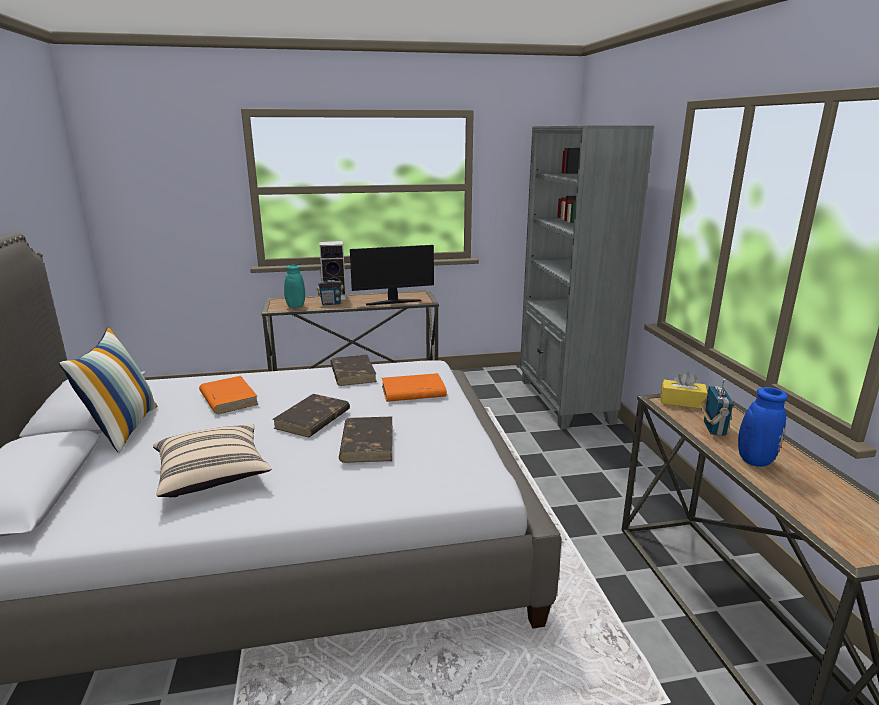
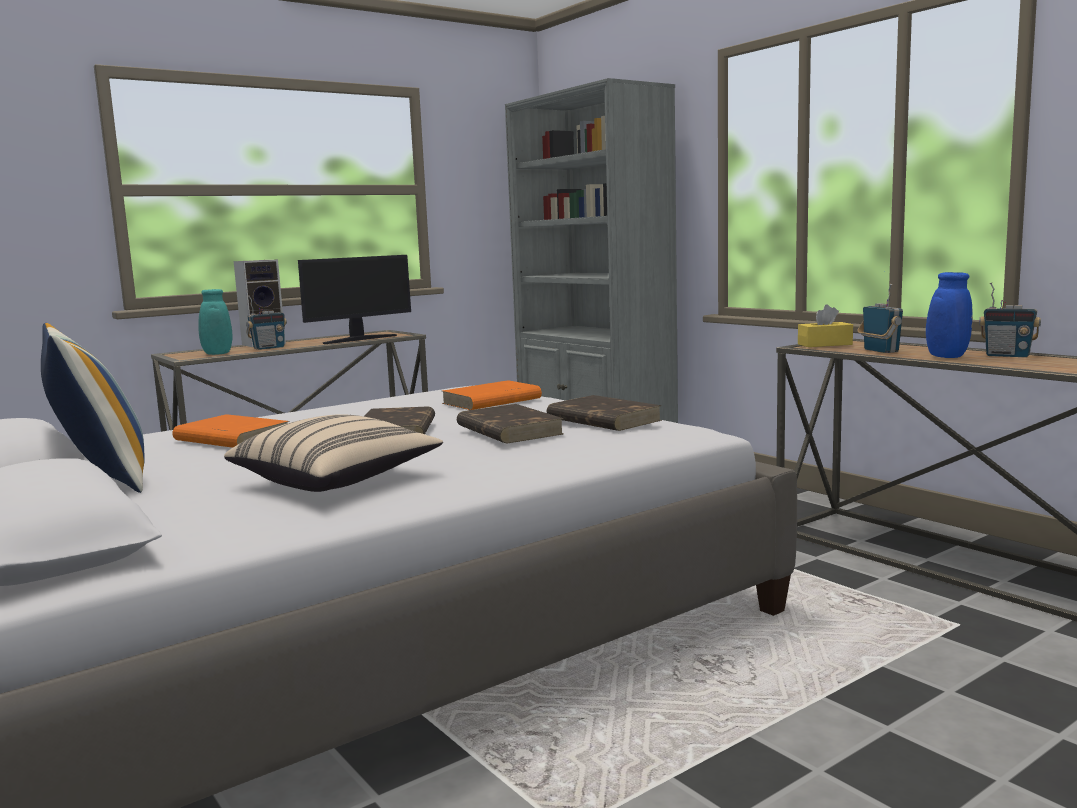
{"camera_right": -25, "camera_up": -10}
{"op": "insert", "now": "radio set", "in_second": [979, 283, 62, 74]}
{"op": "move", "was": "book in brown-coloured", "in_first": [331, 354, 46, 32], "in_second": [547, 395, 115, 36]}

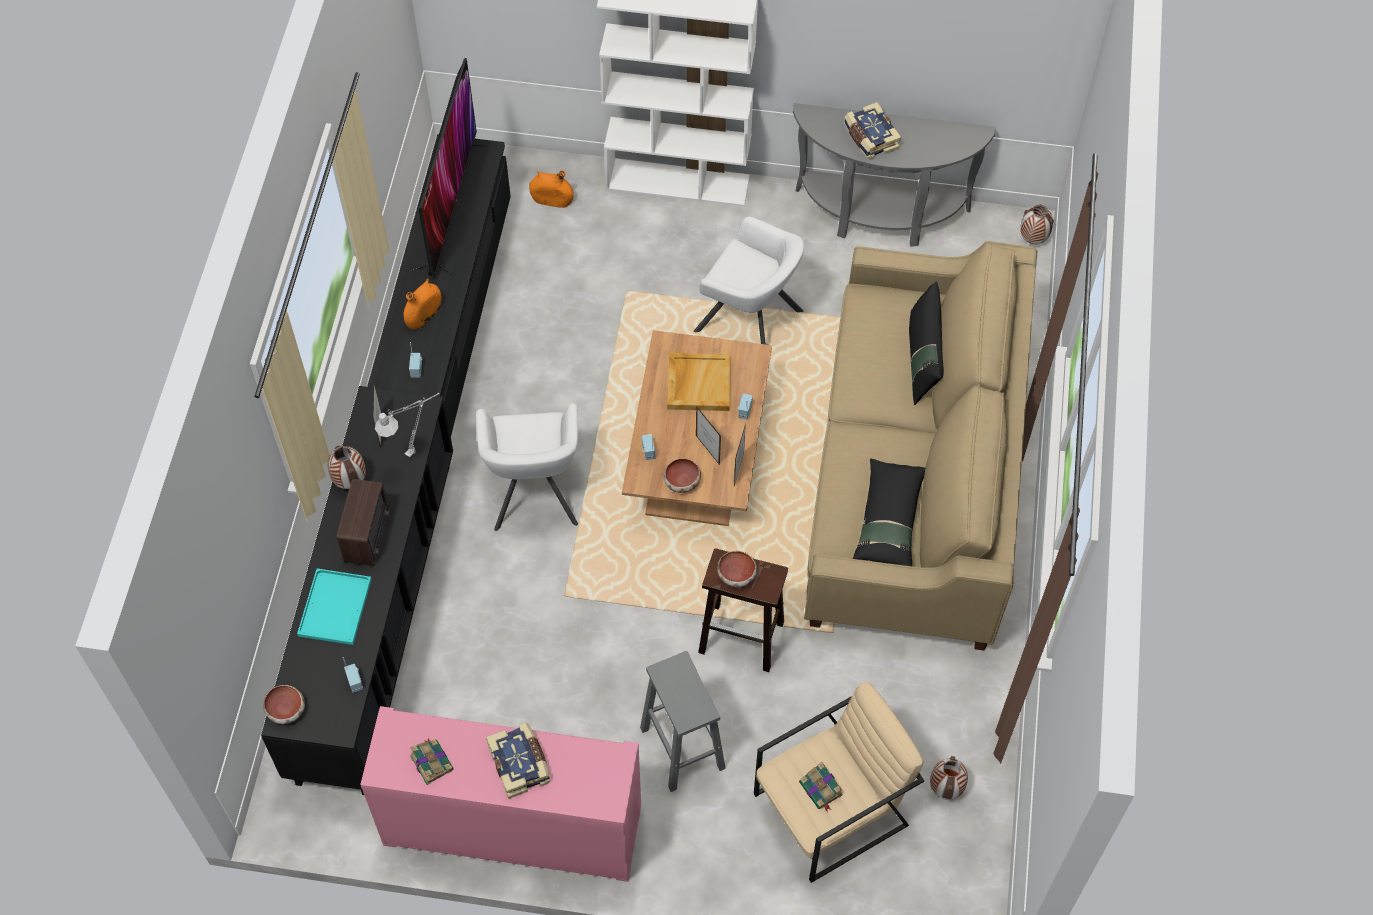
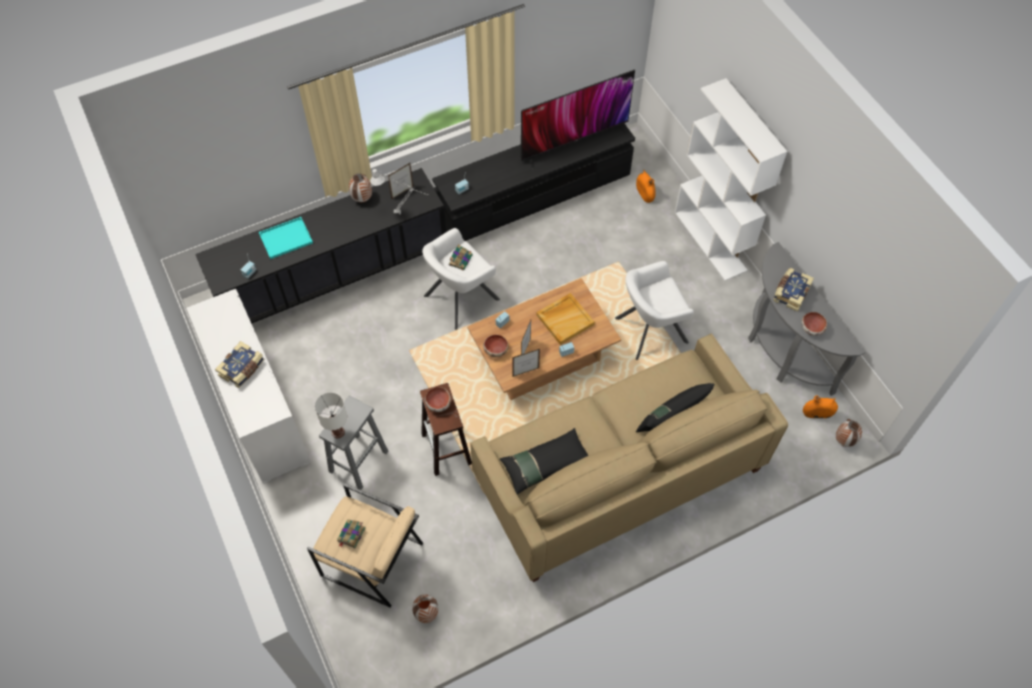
{"camera_right": 55, "camera_up": 0}
{"op": "delete", "was": "radio set", "in_first": [337, 479, 52, 87]}
{"op": "insert", "now": "table lamp in white-coloured", "in_second": [315, 392, 32, 46]}
{"op": "move", "was": "deep dish", "in_first": [263, 685, 42, 39], "in_second": [801, 312, 26, 24]}
{"op": "move", "was": "decorative vase in orange", "in_first": [403, 278, 39, 52], "in_second": [803, 395, 35, 23]}
{"op": "move", "was": "book", "in_first": [410, 738, 44, 47], "in_second": [449, 244, 24, 26]}
{"op": "recolor", "was": "cupboard in pink", "now": "cupboard in white-coloured", "in_first": [360, 706, 281, 176], "in_second": [186, 289, 125, 195]}
{"op": "rotate", "was": "lounge chair in white-coloured", "in_first": [694, 217, 110, 127], "in_second": [615, 261, 79, 99], "clockwise": 75}

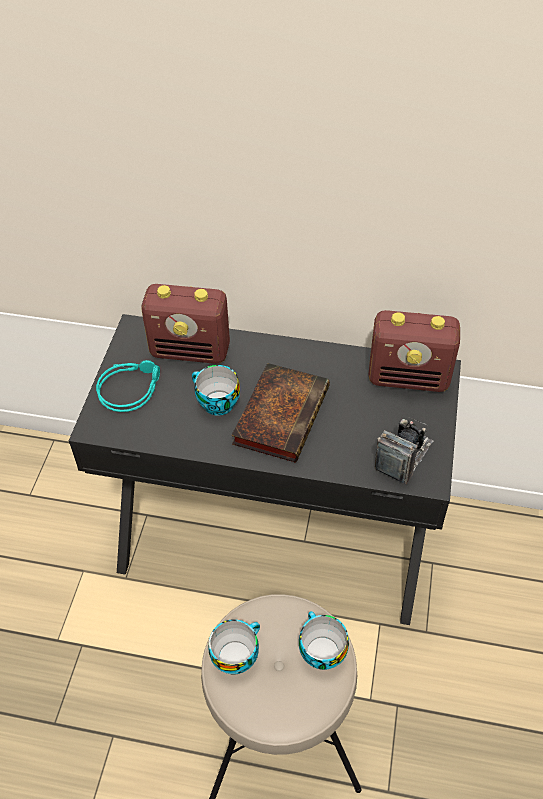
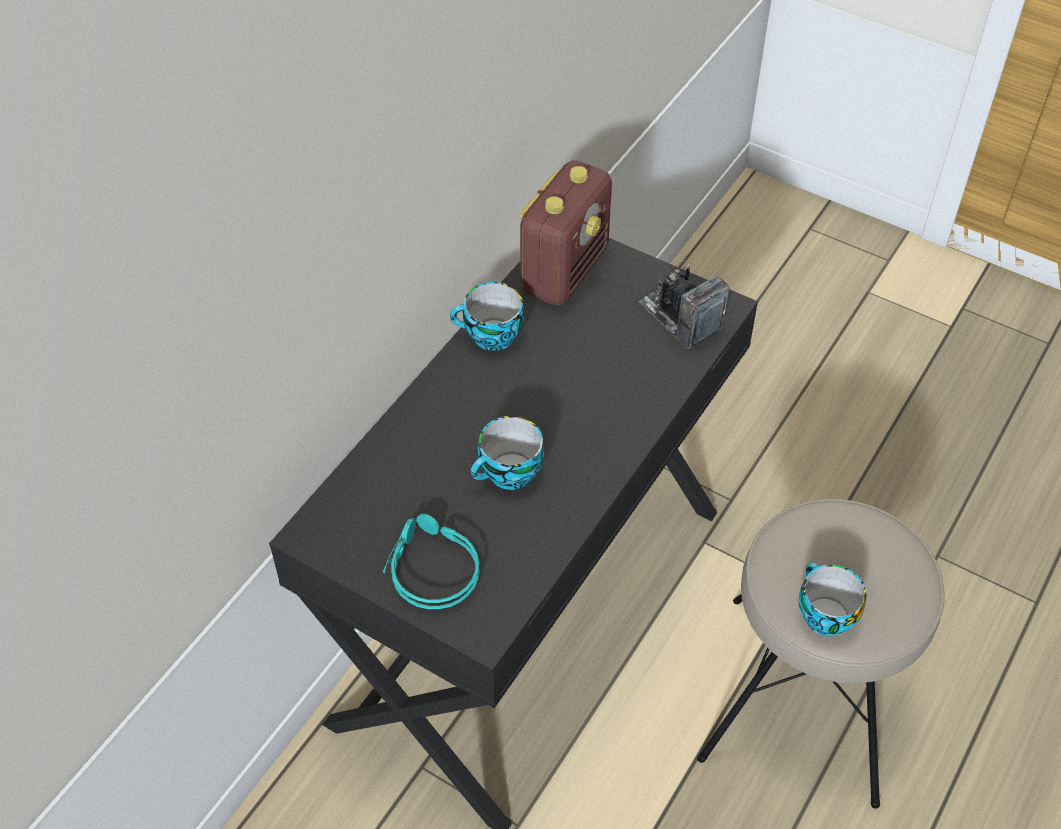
{"camera_right": -70, "camera_up": 0}
{"op": "delete", "was": "radio set", "in_first": [141, 284, 89, 80]}
{"op": "delete", "was": "book", "in_first": [232, 363, 98, 100]}
{"op": "move", "was": "cup", "in_first": [299, 611, 50, 59], "in_second": [450, 282, 74, 69]}

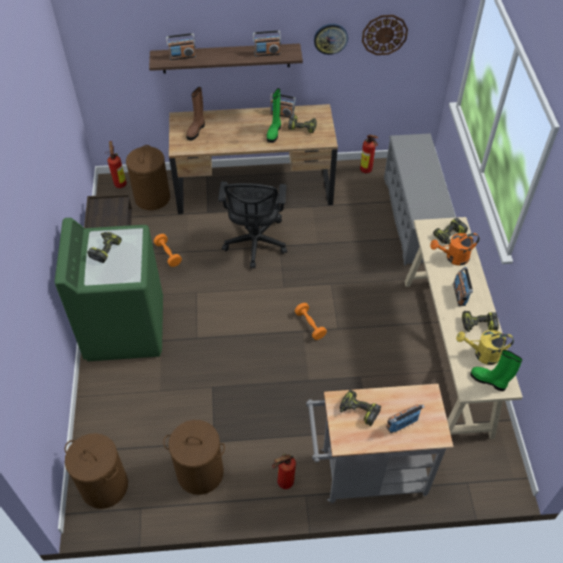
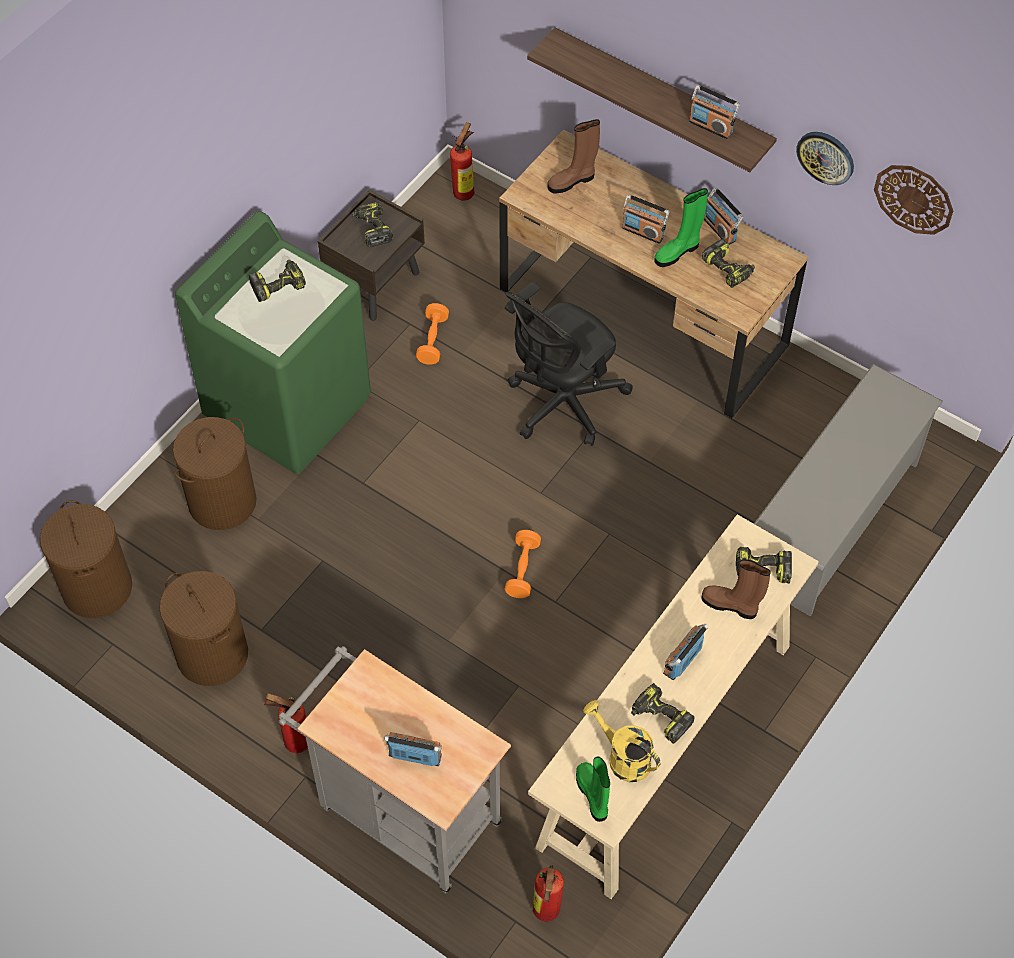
{"camera_right": 40, "camera_up": 5}
{"op": "move", "was": "washing basket in brown-coloured", "in_first": [126, 145, 44, 65], "in_second": [173, 417, 84, 113]}
{"op": "move", "was": "radio set", "in_first": [166, 33, 30, 27], "in_second": [622, 194, 47, 50]}
{"op": "move", "was": "electric drill", "in_first": [340, 390, 41, 36], "in_second": [352, 202, 41, 45]}
{"op": "move", "was": "extinguisher", "in_first": [360, 135, 18, 38], "in_second": [533, 865, 31, 56]}
{"op": "replace", "was": "watering pot in orange", "now": "high-top boot in brown-coloured", "in_first": [430, 233, 49, 33], "in_second": [702, 559, 69, 60]}

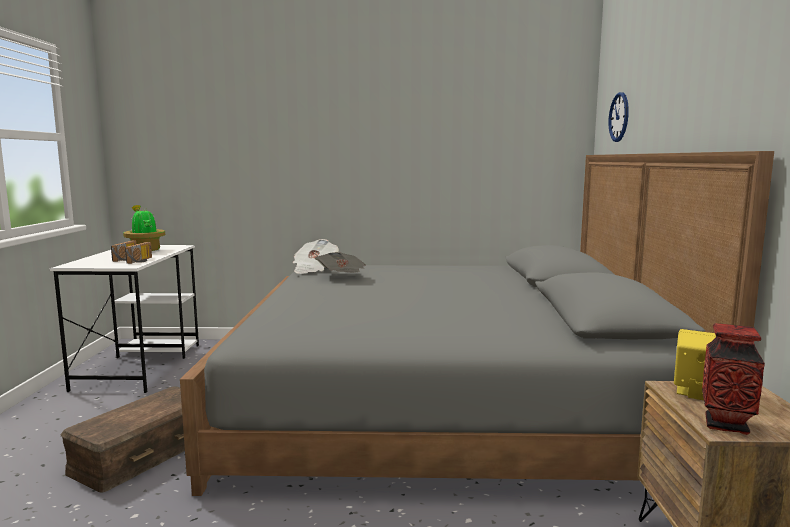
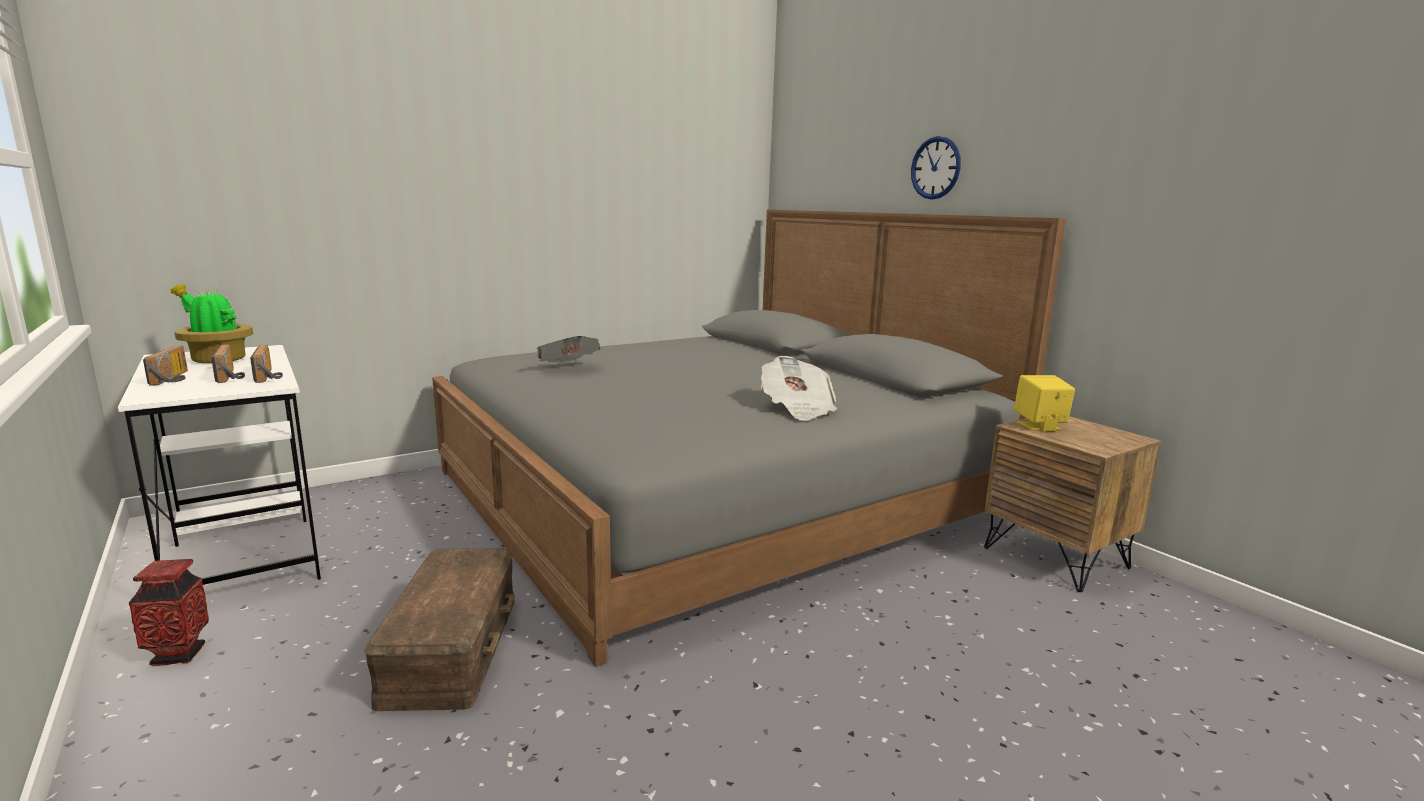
{"camera_right": -35, "camera_up": 5}
{"op": "insert", "now": "radio set", "in_second": [143, 346, 45, 40]}
{"op": "move", "was": "newspaper", "in_first": [293, 239, 46, 35], "in_second": [761, 356, 76, 65]}
{"op": "move", "was": "wall clock", "in_first": [609, 92, 20, 50], "in_second": [911, 136, 50, 63]}
{"op": "move", "was": "decorative vase", "in_first": [702, 323, 63, 112], "in_second": [129, 559, 80, 107]}

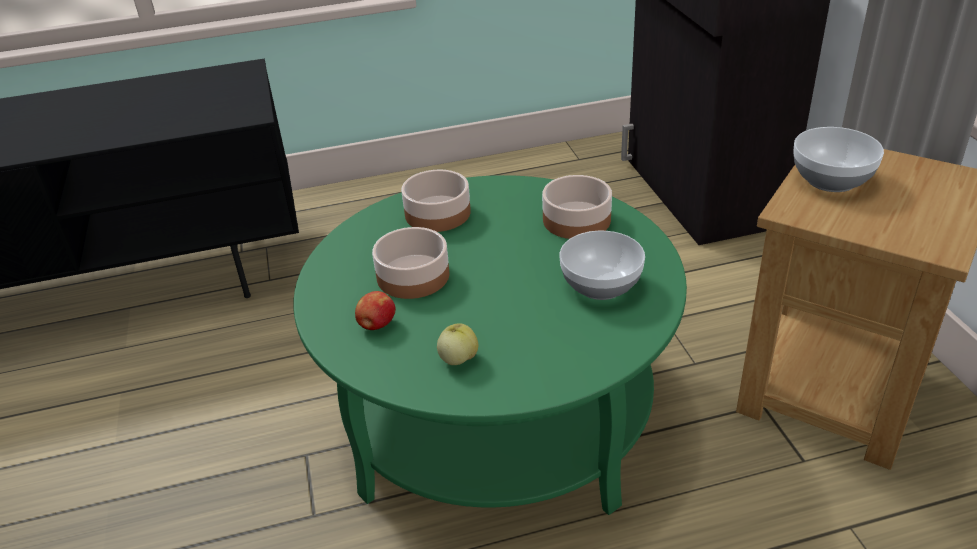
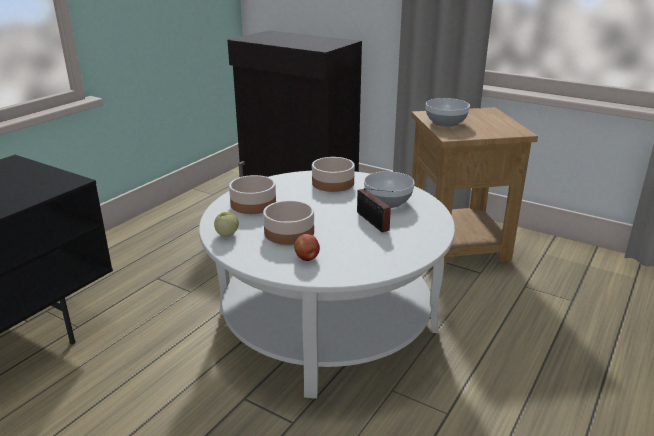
{"camera_right": -45, "camera_up": -10}
{"op": "insert", "now": "radio set", "in_second": [357, 188, 37, 44]}
{"op": "move", "was": "apple fruit", "in_first": [437, 323, 41, 42], "in_second": [214, 212, 25, 25]}
{"op": "recolor", "was": "low table in greenish", "now": "low table in white-coloured", "in_first": [293, 175, 394, 340], "in_second": [199, 170, 256, 229]}

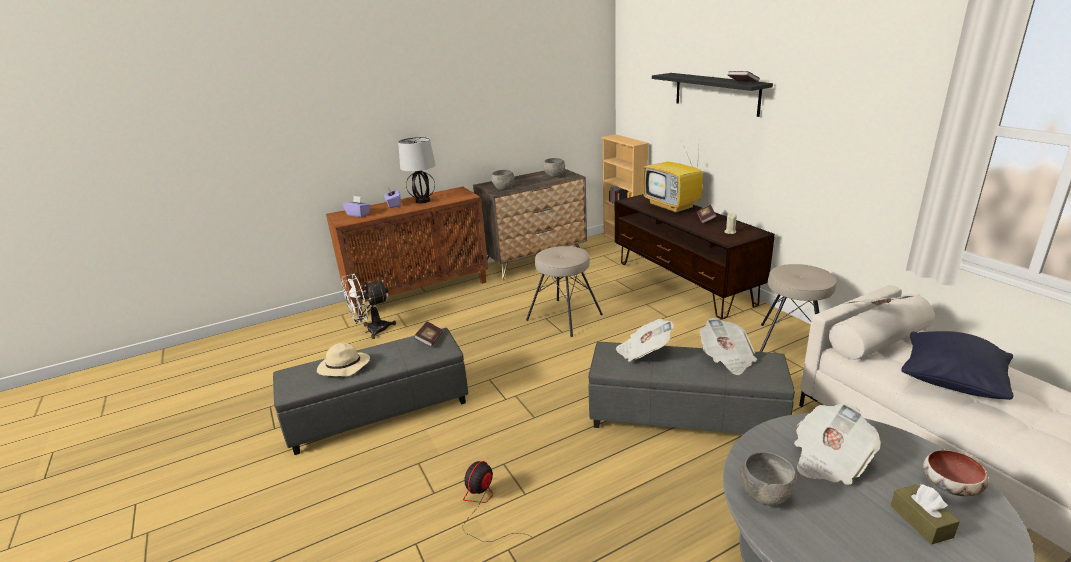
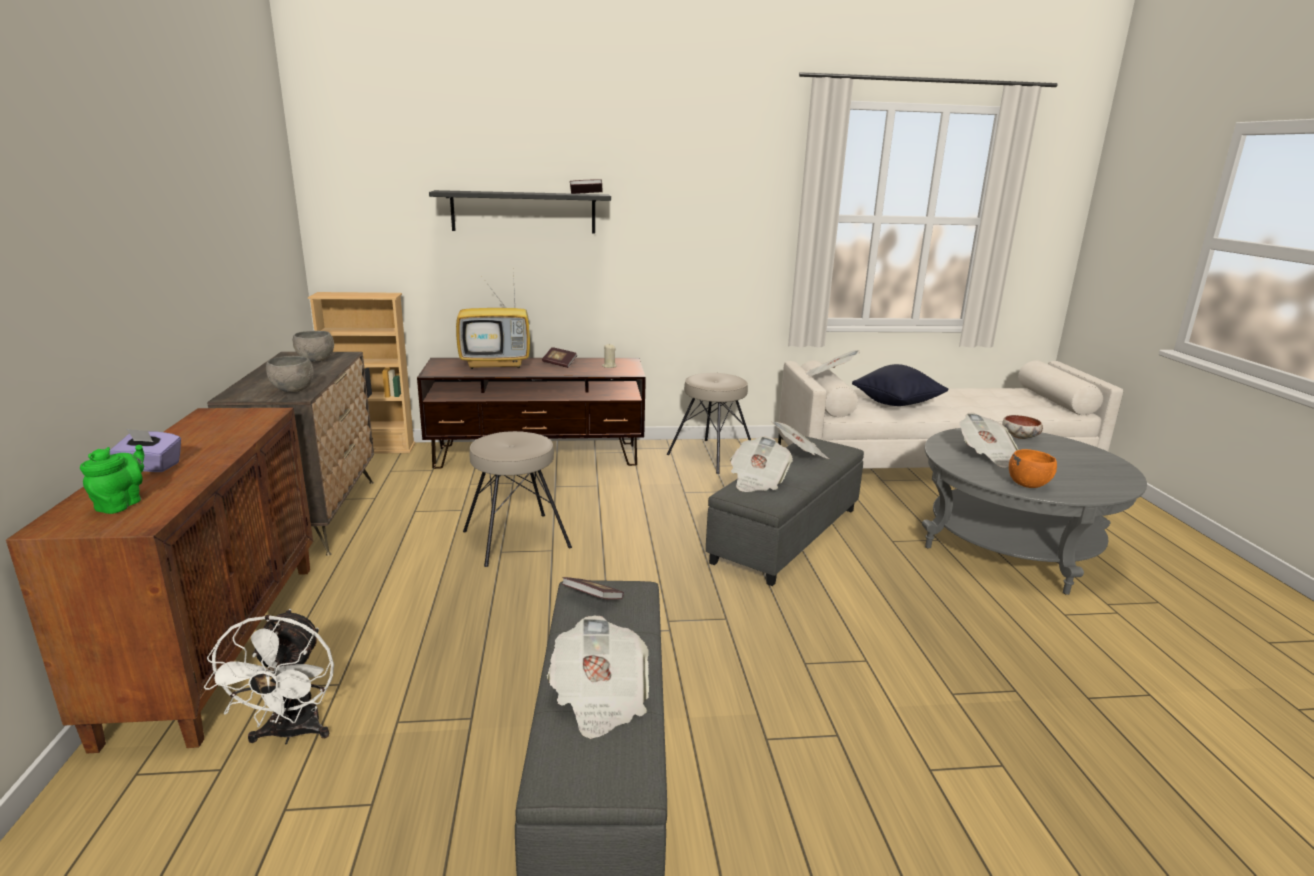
{"camera_right": -70, "camera_up": -5}
{"op": "delete", "was": "table lamp", "in_first": [398, 137, 37, 66]}
{"op": "delete", "was": "cooling fan", "in_first": [463, 461, 71, 81]}
{"op": "delete", "was": "box of tissues in brown-coloured", "in_first": [891, 484, 69, 61]}
{"op": "replace", "was": "clothing hat in beige", "now": "newspaper", "in_first": [317, 343, 53, 33], "in_second": [547, 616, 102, 123]}
{"op": "replace", "was": "box of tissues in purple", "now": "teapot in greenish", "in_first": [343, 196, 27, 21], "in_second": [80, 445, 64, 69]}
{"op": "recolor", "was": "deep dish in greyish", "now": "deep dish in orange", "in_first": [740, 452, 57, 54], "in_second": [1009, 449, 48, 39]}

